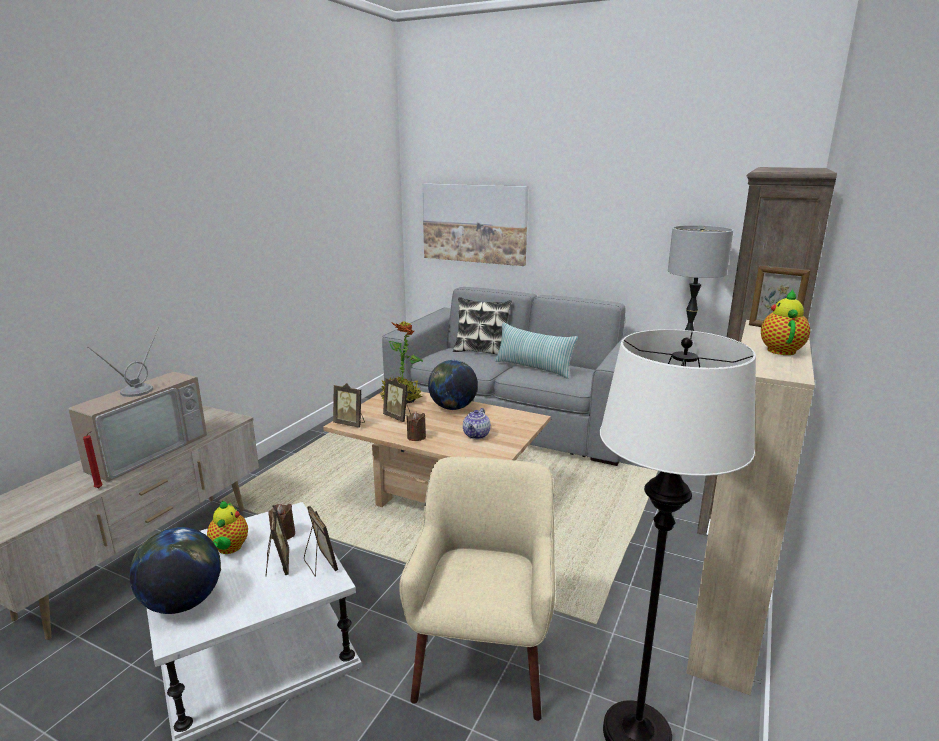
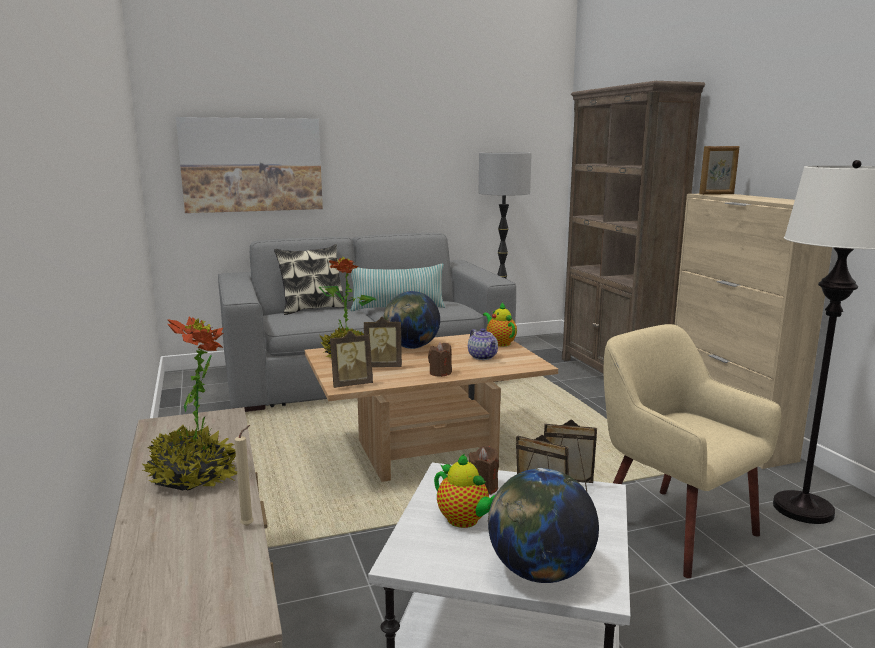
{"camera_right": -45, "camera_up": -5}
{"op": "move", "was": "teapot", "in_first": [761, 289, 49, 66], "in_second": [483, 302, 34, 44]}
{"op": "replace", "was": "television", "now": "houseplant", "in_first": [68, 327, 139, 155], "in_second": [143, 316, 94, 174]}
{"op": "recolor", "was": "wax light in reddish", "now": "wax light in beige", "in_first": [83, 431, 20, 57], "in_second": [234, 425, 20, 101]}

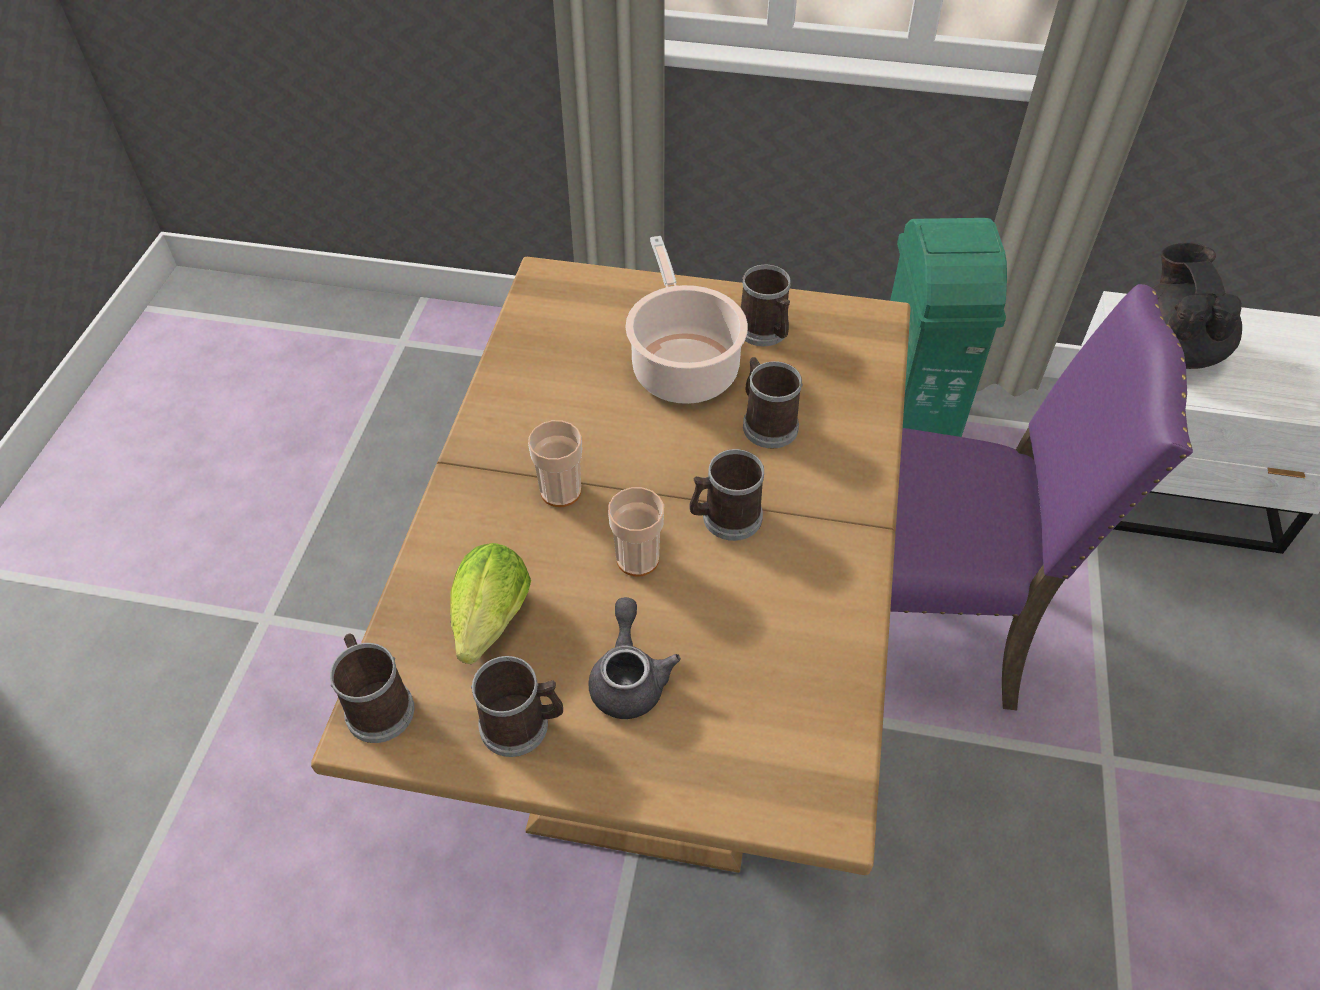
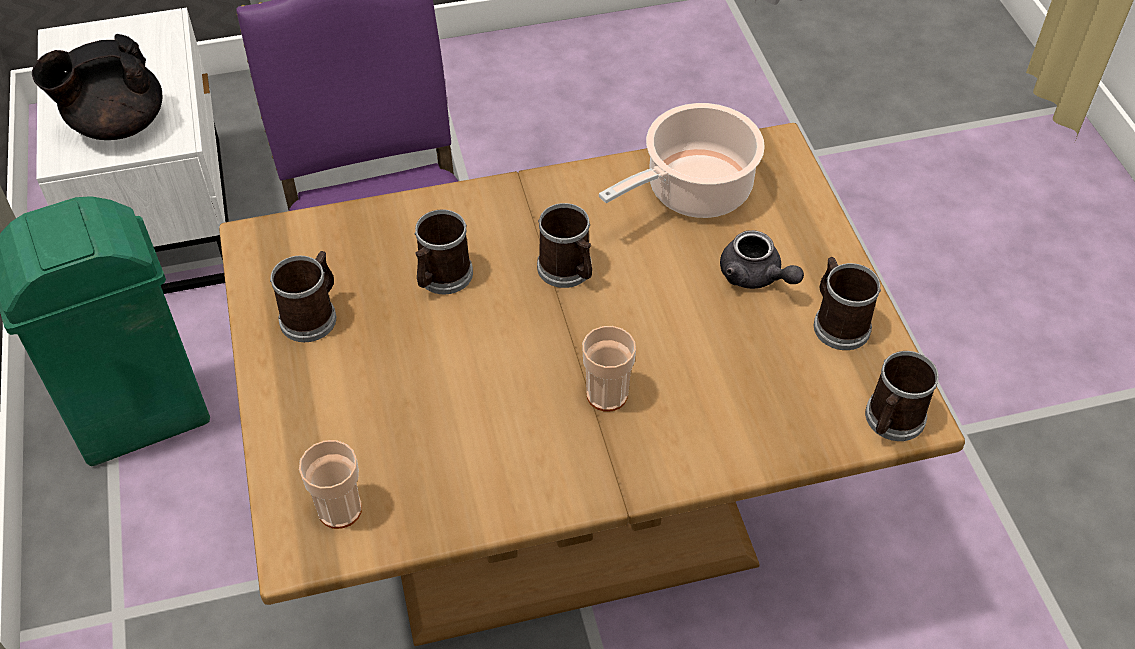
{"camera_right": -115, "camera_up": 0}
{"op": "delete", "was": "head of lettuce", "in_first": [450, 543, 81, 121]}
{"op": "move", "was": "cup", "in_first": [608, 487, 56, 89], "in_second": [299, 440, 63, 89]}
{"op": "move", "was": "saucepot", "in_first": [626, 236, 122, 168], "in_second": [599, 103, 166, 115]}
{"op": "rotate", "was": "teapot in greyish", "in_first": [589, 597, 92, 122], "in_second": [720, 230, 84, 59], "clockwise": -105}

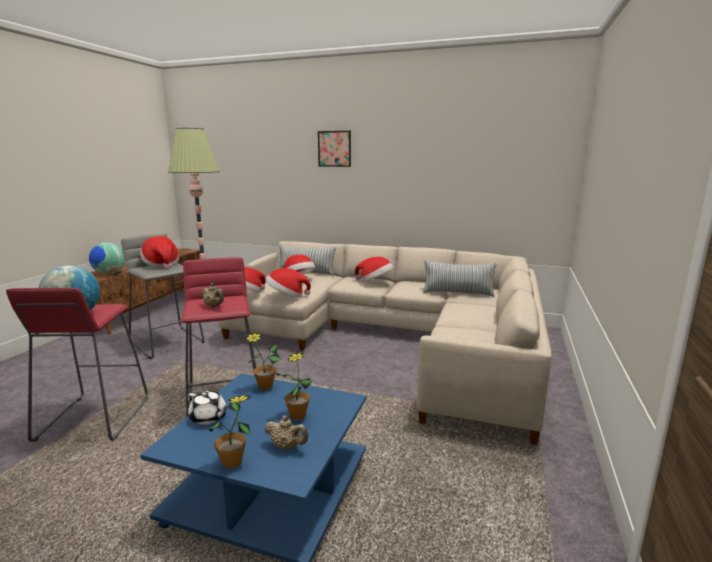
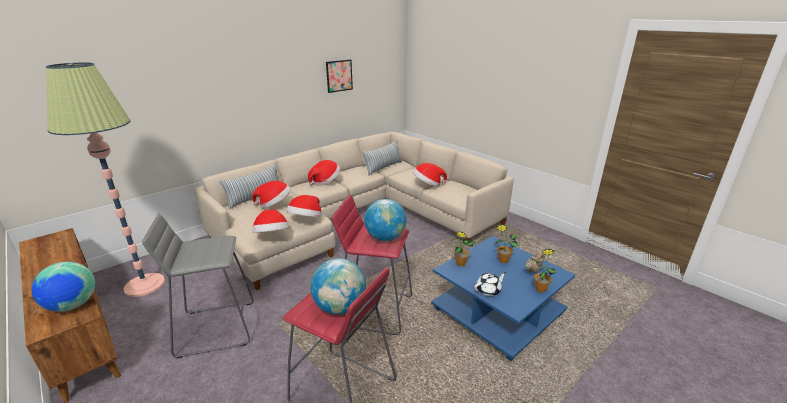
{"camera_right": -60, "camera_up": 10}
{"op": "move", "was": "clothing hat", "in_first": [140, 236, 39, 33], "in_second": [413, 163, 34, 24]}
{"op": "move", "was": "picture", "in_first": [318, 131, 33, 36], "in_second": [326, 60, 27, 33]}
{"op": "replace", "was": "teapot in beige", "now": "world globe", "in_first": [201, 283, 23, 24], "in_second": [364, 199, 42, 42]}

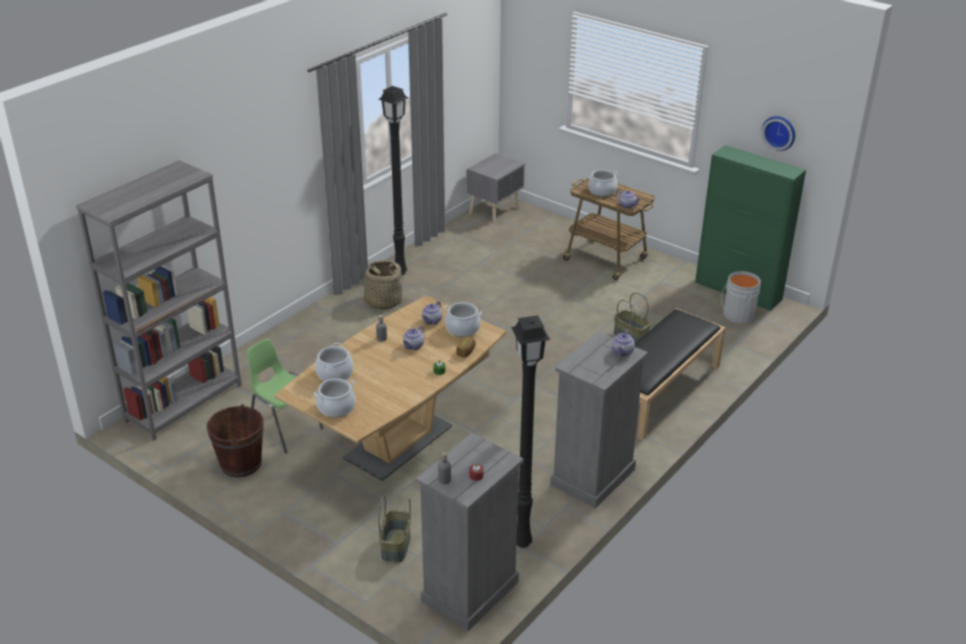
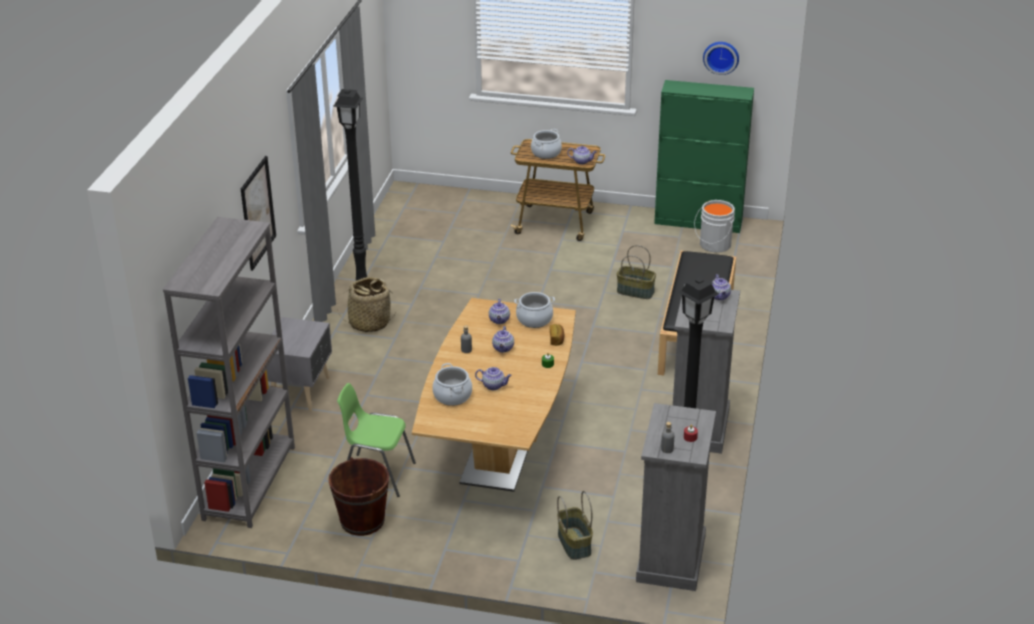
{"camera_right": -25, "camera_up": 0}
{"op": "delete", "was": "saucepot", "in_first": [314, 378, 42, 40]}
{"op": "insert", "now": "picture", "in_second": [241, 156, 35, 115]}
{"op": "insert", "now": "teapot", "in_second": [475, 367, 37, 23]}
{"op": "move", "was": "night table in greyish", "in_first": [467, 153, 58, 71], "in_second": [266, 317, 66, 94]}

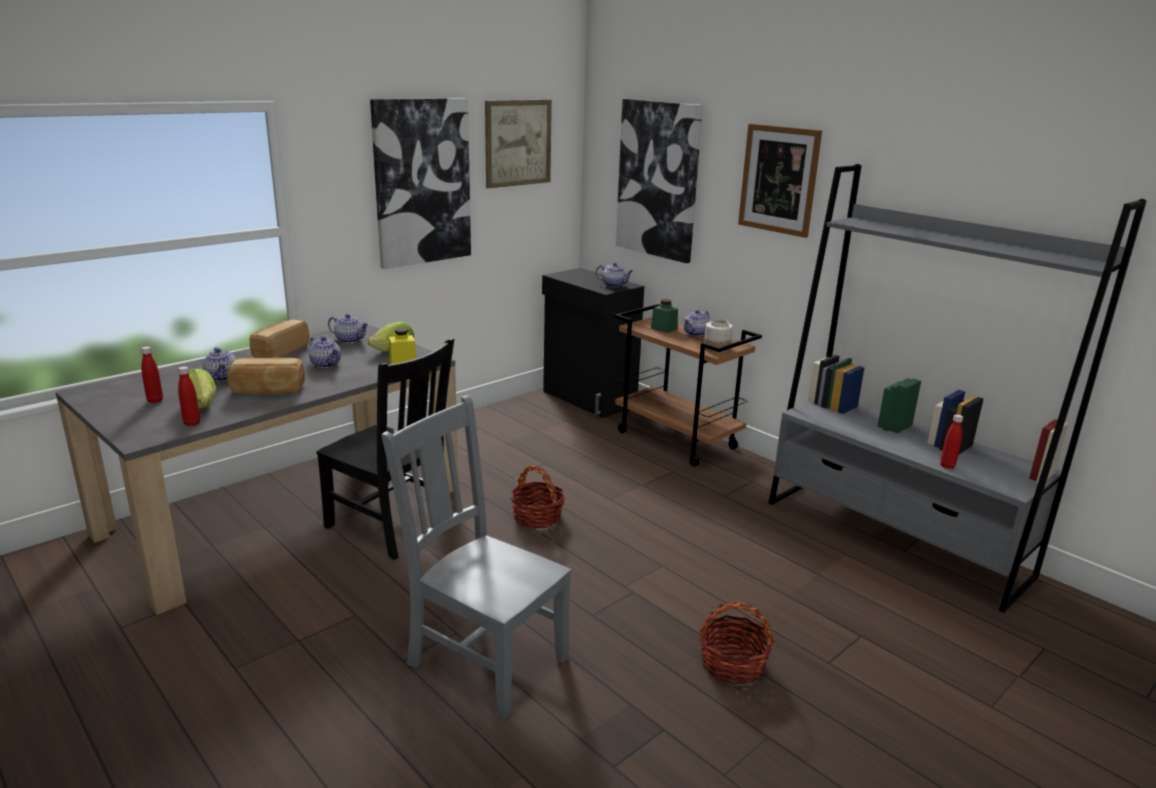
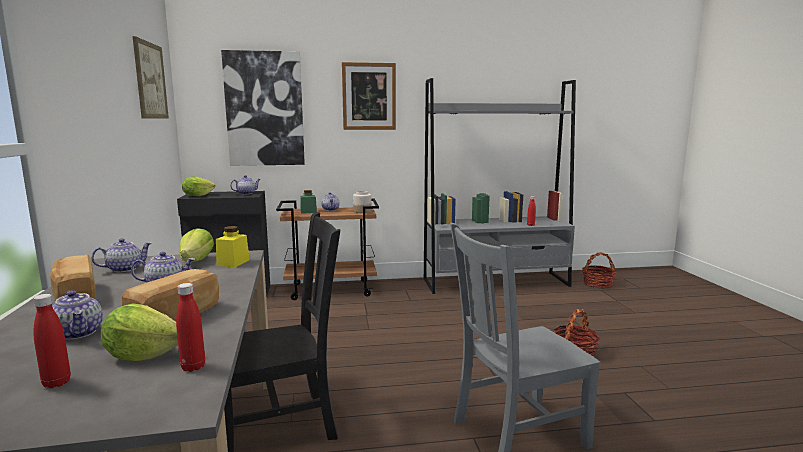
{"camera_right": -55, "camera_up": -10}
{"op": "delete", "was": "picture", "in_first": [370, 98, 101, 171]}
{"op": "insert", "now": "head of lettuce", "in_second": [182, 176, 33, 20]}
{"op": "move", "was": "household basket", "in_first": [510, 465, 55, 63], "in_second": [582, 252, 34, 36]}
{"op": "rotate", "was": "teapot", "in_first": [203, 347, 33, 35], "in_second": [52, 290, 51, 50], "clockwise": 45}

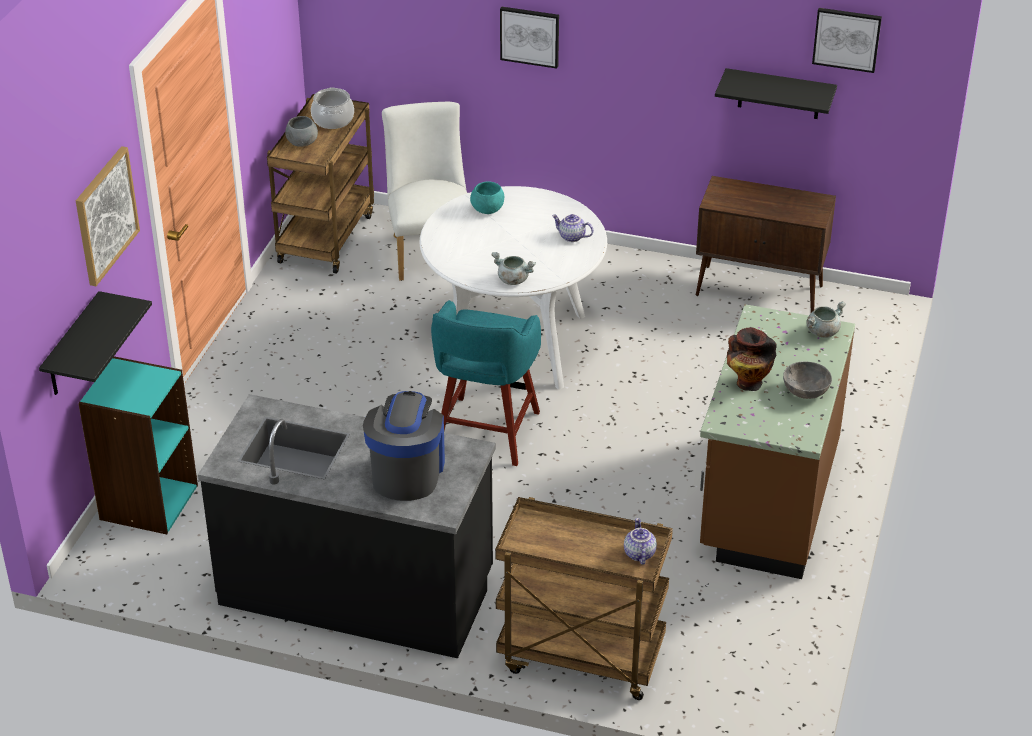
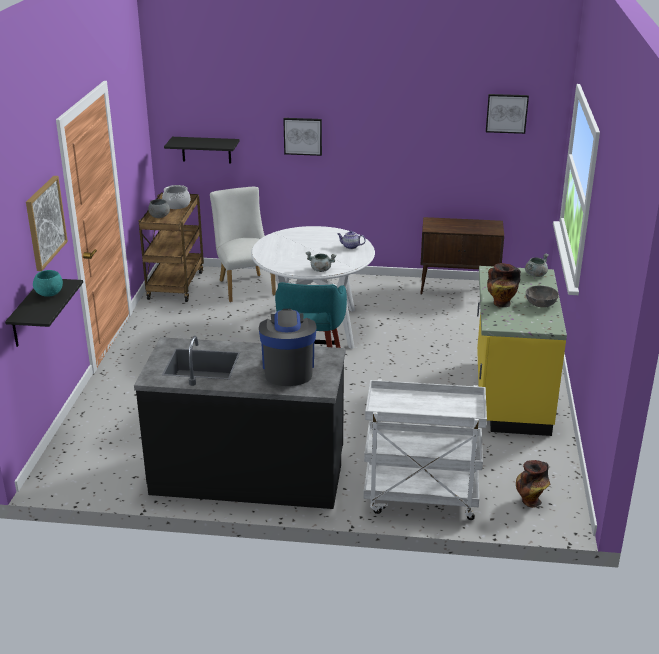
{"camera_right": -10, "camera_up": -10}
{"op": "delete", "was": "bookcase in turquoise-coloured", "in_first": [78, 356, 120, 179]}
{"op": "delete", "was": "teapot", "in_first": [624, 518, 33, 47]}
{"op": "insert", "now": "decorative vase", "in_second": [516, 460, 34, 48]}
{"op": "move", "was": "deep dish in turquoise-coloured", "in_first": [470, 181, 34, 33], "in_second": [33, 270, 30, 27]}
{"op": "move", "was": "shelf in black-coloured", "in_first": [715, 68, 122, 51], "in_second": [164, 137, 76, 26]}
{"op": "recolor", "was": "trolley in brown-coloured", "now": "trolley in white-coloured", "in_first": [495, 497, 178, 203], "in_second": [363, 379, 124, 141]}
{"op": "recolor", "was": "kitchen counter in brown-coloured", "now": "kitchen counter in yellowish", "in_first": [700, 304, 155, 275], "in_second": [477, 266, 90, 170]}

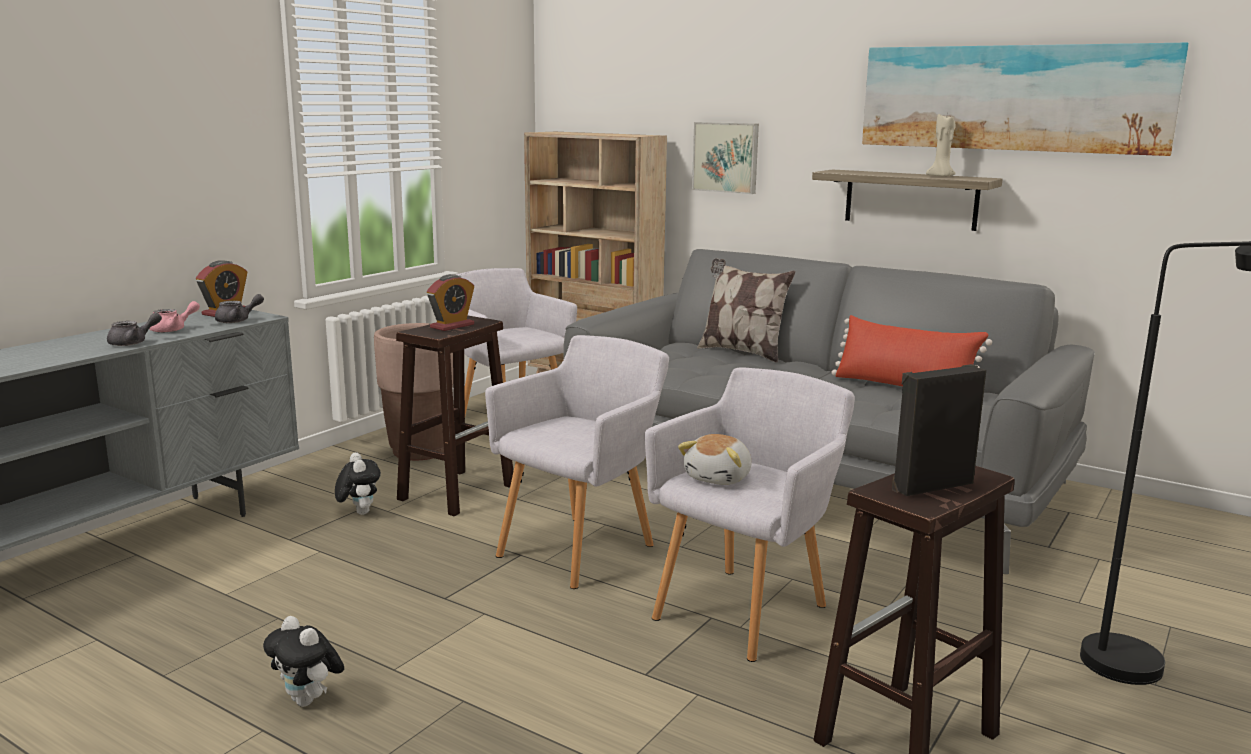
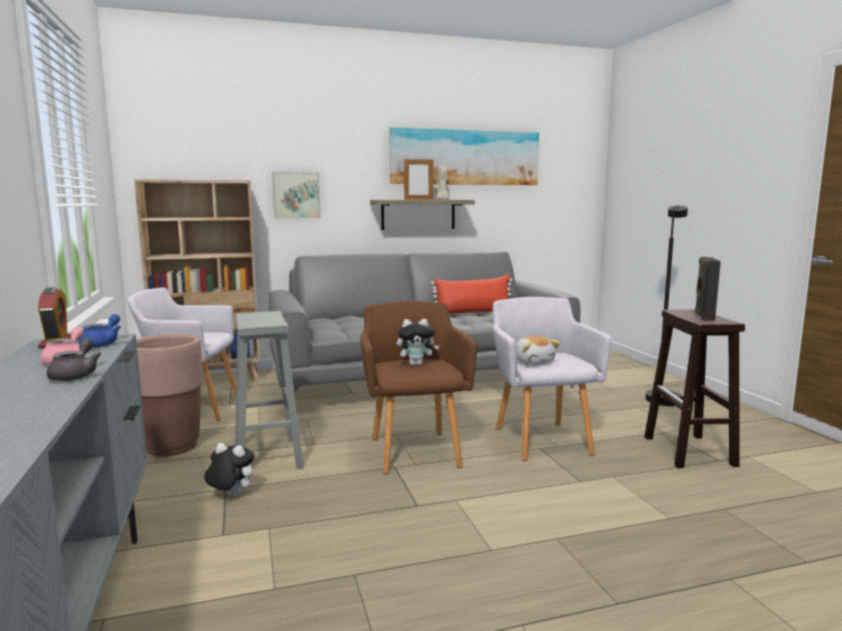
{"camera_right": -50, "camera_up": -5}
{"op": "delete", "was": "bedside clock", "in_first": [427, 274, 48, 57]}
{"op": "delete", "was": "cushion", "in_first": [697, 258, 98, 105]}
{"op": "insert", "now": "photo frame", "in_second": [404, 158, 30, 42]}
{"op": "move", "was": "cuddly toy", "in_first": [263, 616, 81, 91], "in_second": [397, 319, 42, 47]}
{"op": "recolor", "was": "teapot in greyish", "now": "teapot in bluish", "in_first": [215, 294, 49, 29], "in_second": [78, 314, 43, 34]}
{"op": "recolor", "was": "stool in brown-coloured", "now": "stool in greyish", "in_first": [396, 315, 117, 201], "in_second": [235, 311, 69, 158]}
{"op": "recolor", "was": "lounge chair in greyish", "now": "lounge chair in brown-coloured", "in_first": [485, 335, 184, 254], "in_second": [360, 301, 118, 173]}

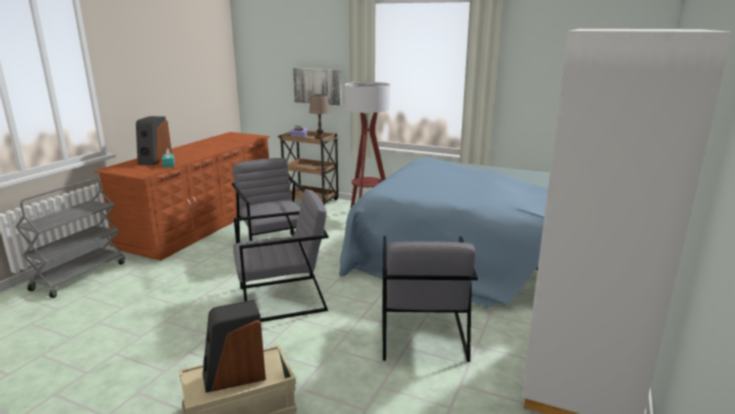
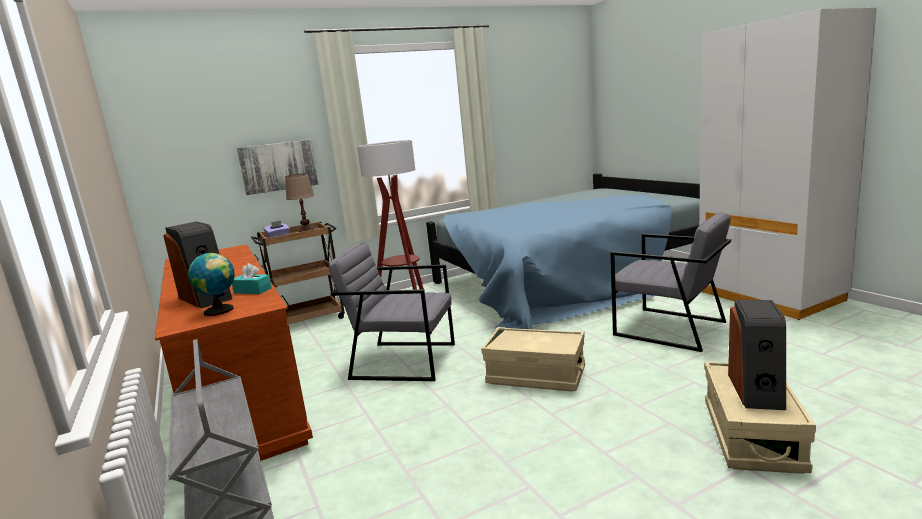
{"camera_right": -50, "camera_up": -5}
{"op": "insert", "now": "world globe", "in_second": [188, 253, 47, 63]}
{"op": "replace", "was": "lounge chair in greyish", "now": "storage container in beige", "in_first": [233, 189, 95, 133], "in_second": [481, 327, 104, 65]}

